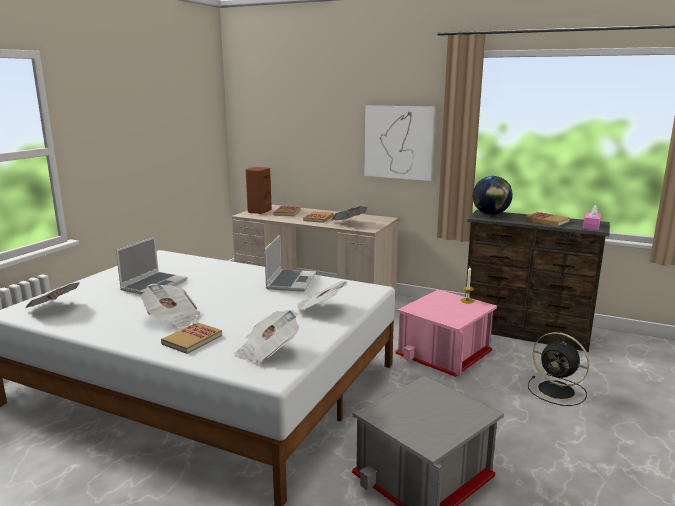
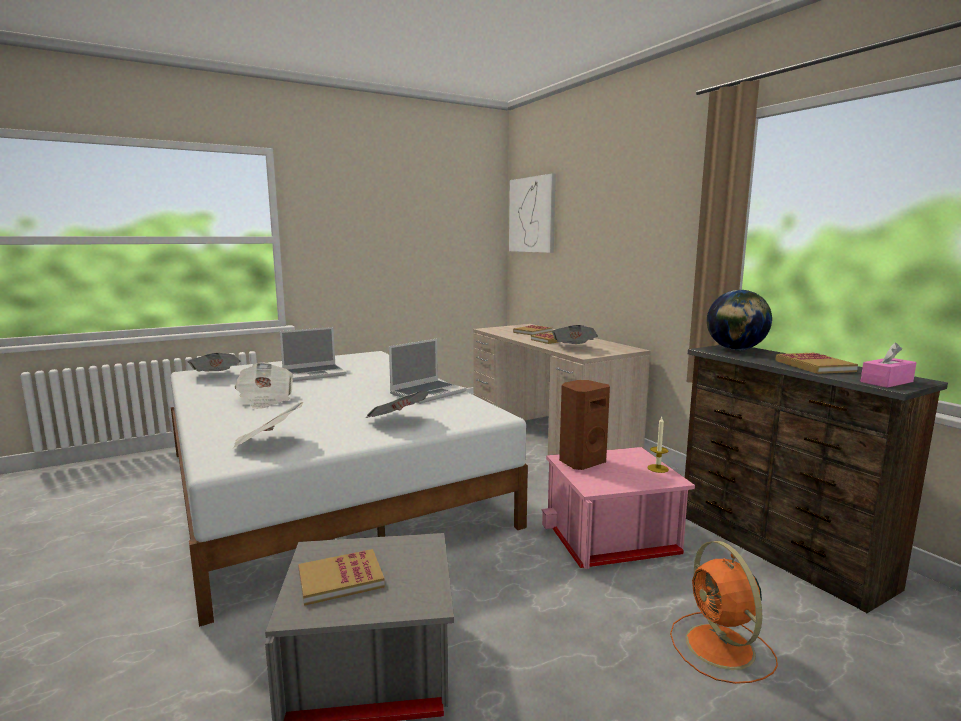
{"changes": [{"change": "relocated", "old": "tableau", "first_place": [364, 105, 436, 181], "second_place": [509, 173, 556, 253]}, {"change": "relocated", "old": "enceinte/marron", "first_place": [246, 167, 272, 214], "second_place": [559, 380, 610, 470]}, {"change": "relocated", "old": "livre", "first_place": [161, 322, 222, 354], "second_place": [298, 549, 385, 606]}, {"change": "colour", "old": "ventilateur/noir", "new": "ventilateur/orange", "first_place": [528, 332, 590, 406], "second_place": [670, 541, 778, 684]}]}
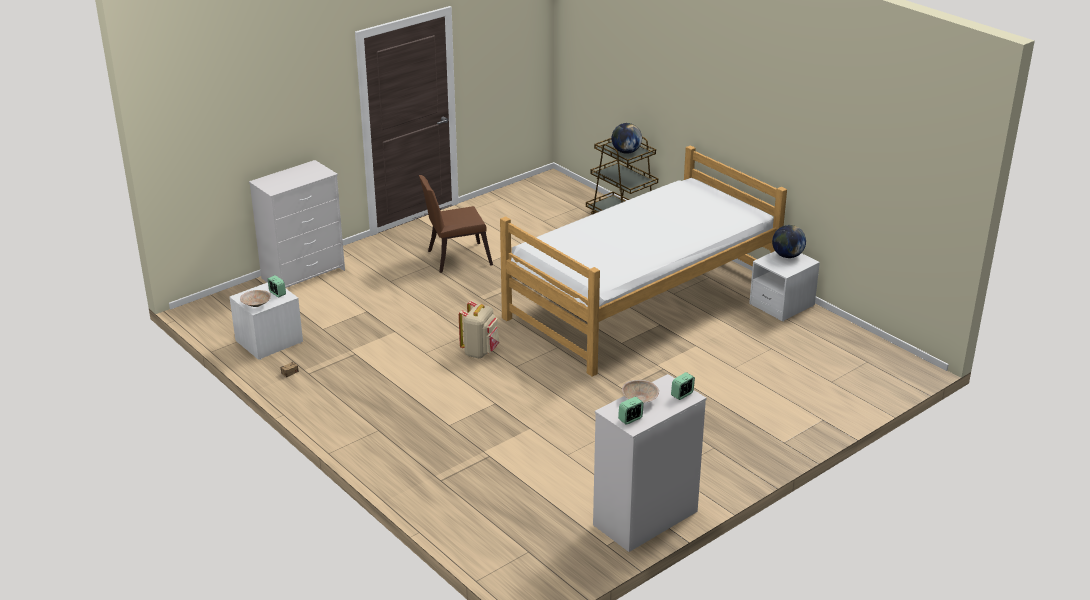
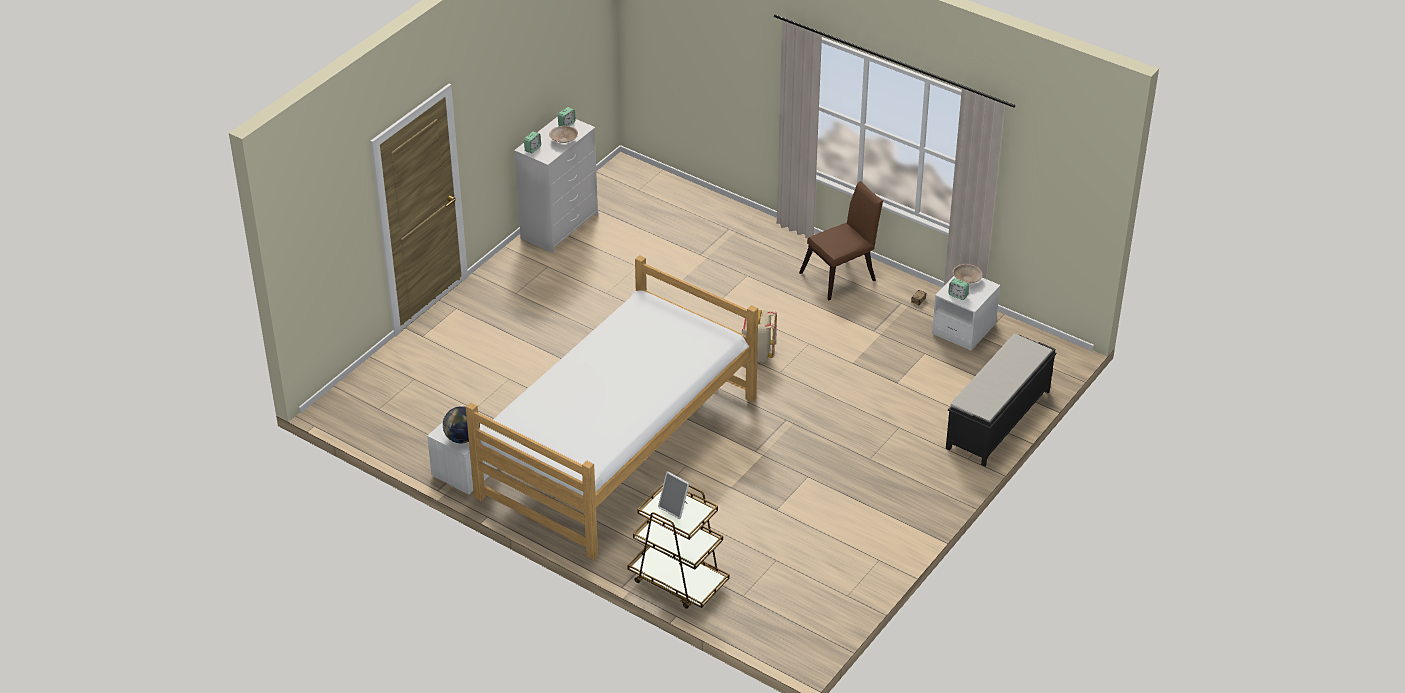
{"changes": [{"change": "exchanged", "old": "globe", "new": "cadre photo", "first_place": [612, 123, 642, 154], "second_place": [658, 471, 689, 519]}, {"change": "exchanged", "old": "commode/blanc", "new": "banc/noir", "first_place": [249, 160, 345, 288], "second_place": [946, 334, 1056, 467]}, {"change": "relocated", "old": "chaise/marron", "first_place": [419, 175, 493, 273], "second_place": [799, 181, 883, 300]}]}
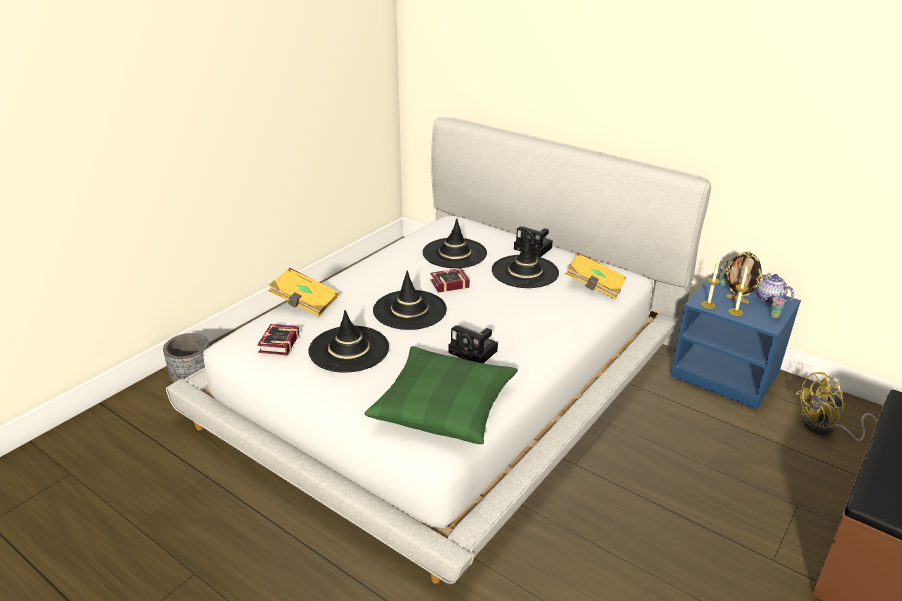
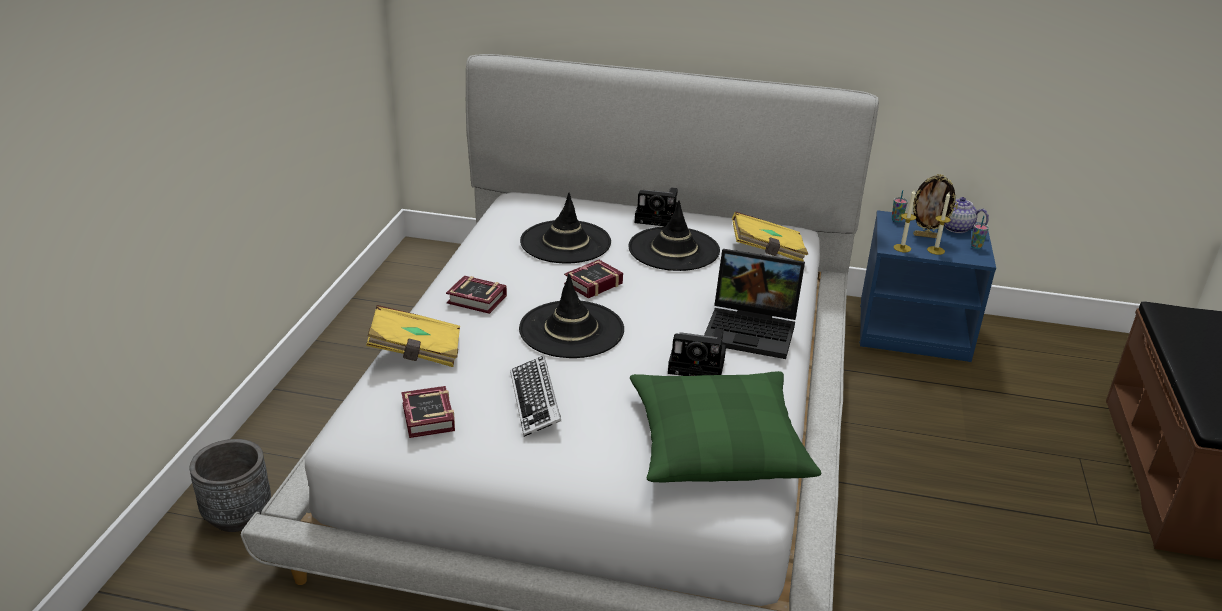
{"changes": [{"change": "exchanged", "old": "chapeau/noir", "new": "clavier", "first_place": [309, 310, 389, 373], "second_place": [510, 356, 561, 437]}, {"change": "missing", "old": "ventilateur/jaune", "first_place": [795, 372, 878, 441]}, {"change": "appeared", "new": "ordinateur portable", "second_place": [704, 249, 805, 359]}, {"change": "appeared", "new": "livre", "second_place": [446, 276, 507, 314]}]}
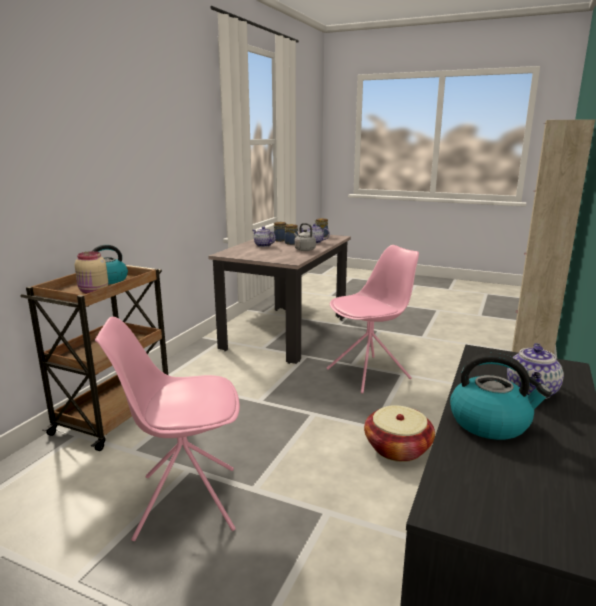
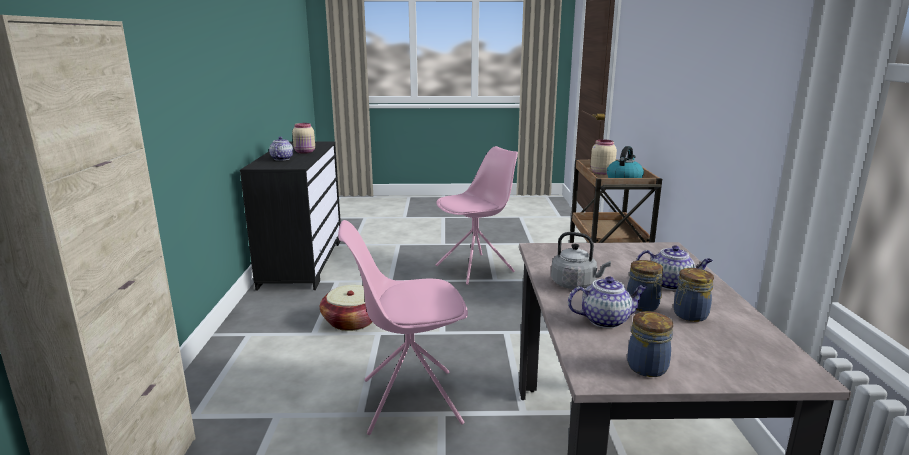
{"changes": [{"change": "spun", "old": "chaise/rose", "first_place": [327, 245, 419, 394], "second_place": [338, 220, 468, 435], "degrees": 45}, {"change": "exchanged", "old": "bouilloire", "new": "bocal/beige", "first_place": [450, 353, 551, 440], "second_place": [292, 123, 315, 154]}]}
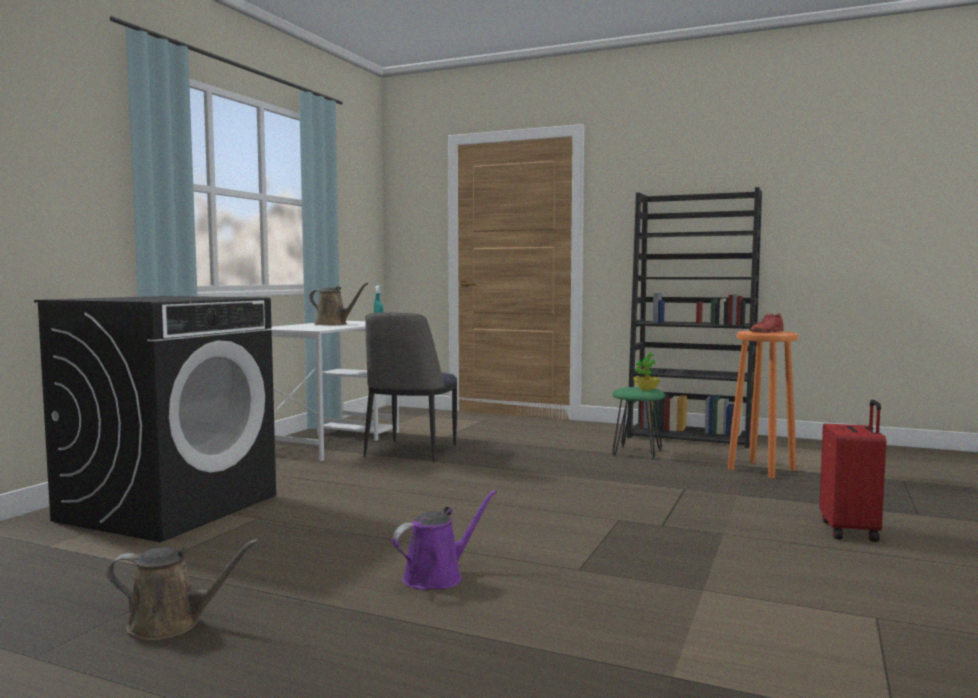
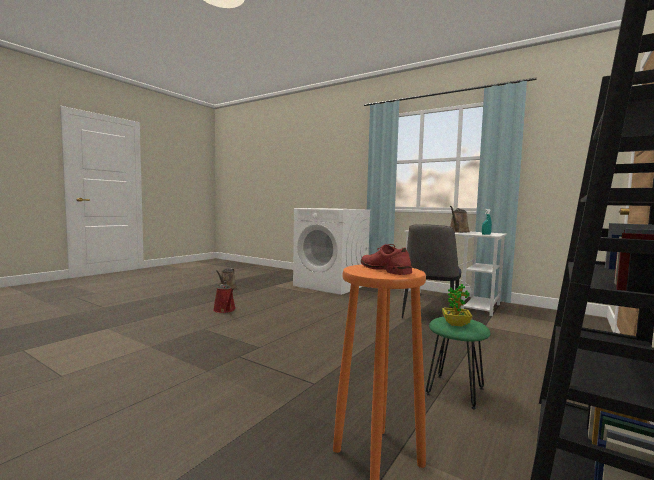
{"changes": [{"change": "colour", "old": "lave-linge/noir", "new": "lave-linge/blanc", "first_place": [34, 296, 276, 542], "second_place": [293, 208, 370, 295]}, {"change": "spun", "old": "chaise", "first_place": [364, 312, 457, 462], "second_place": [402, 224, 462, 318], "degrees": -90}, {"change": "missing", "old": "valise/rouge", "first_place": [819, 400, 886, 542]}, {"change": "colour", "old": "arrosoir/violet", "new": "arrosoir/rouge", "first_place": [393, 490, 497, 590], "second_place": [213, 284, 236, 313]}]}
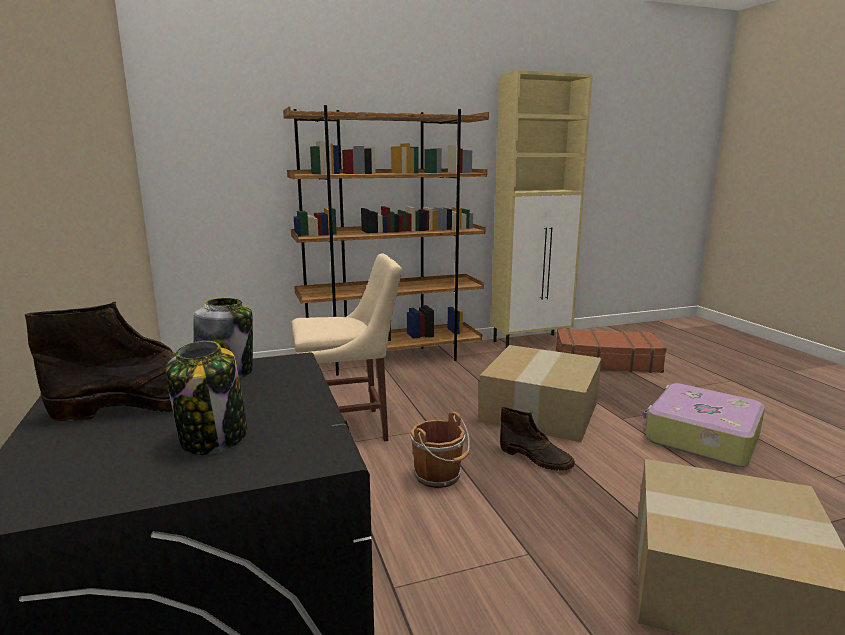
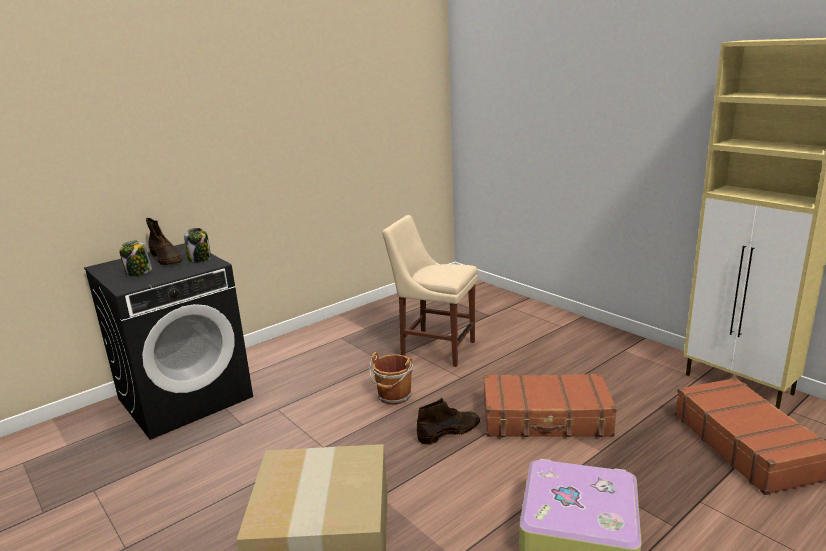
{"changes": [{"change": "missing", "old": "bibliothèque/marron", "first_place": [283, 105, 489, 376]}, {"change": "spun", "old": "chaise/beige", "first_place": [291, 254, 402, 442], "second_place": [382, 215, 478, 367], "degrees": 150}, {"change": "exchanged", "old": "carton", "new": "valise/marron", "first_place": [478, 345, 602, 442], "second_place": [484, 373, 617, 437]}, {"change": "spun", "old": "botte/marron", "first_place": [500, 407, 575, 471], "second_place": [417, 398, 480, 445], "degrees": -135}]}
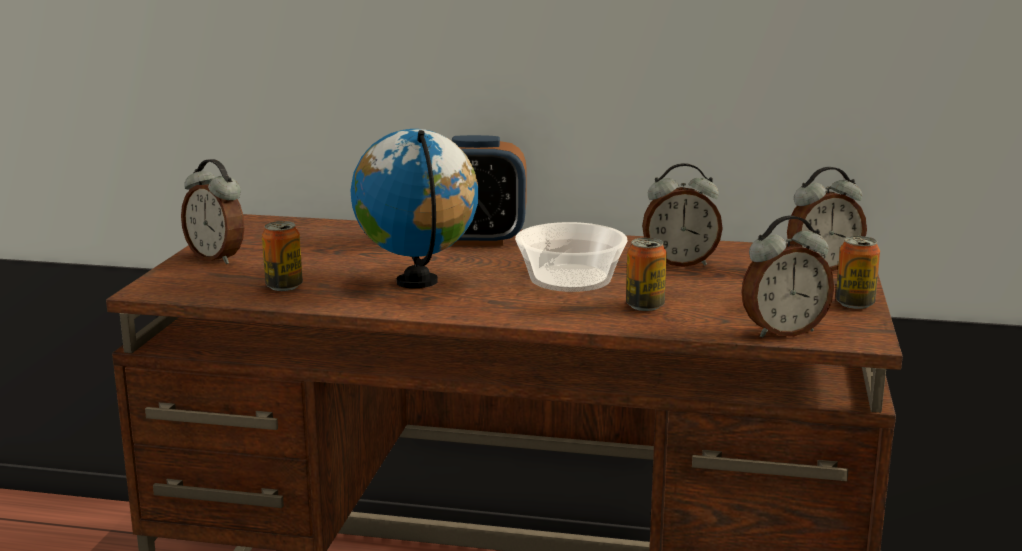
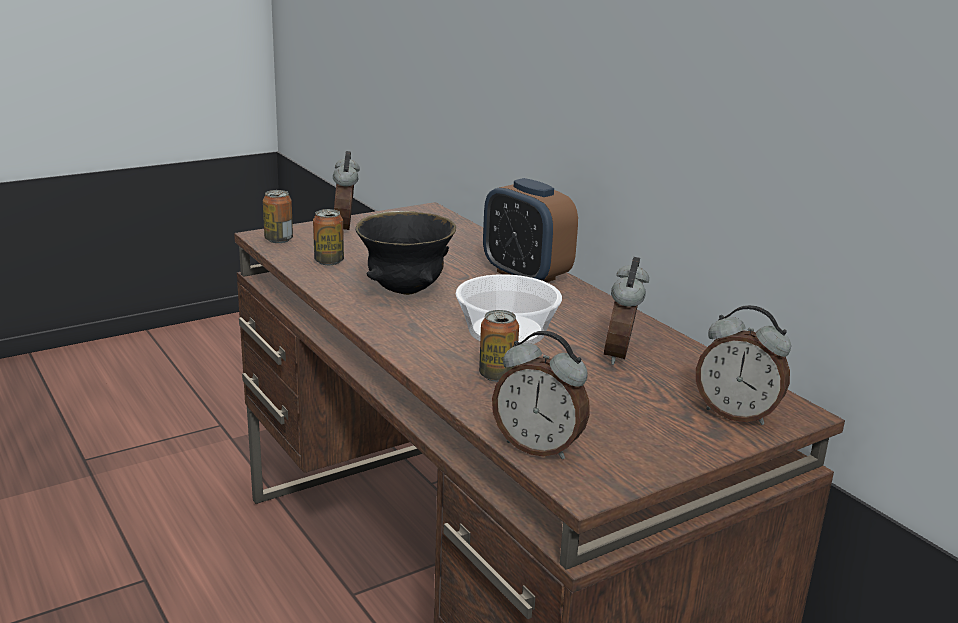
{"changes": [{"change": "exchanged", "old": "globe", "new": "bol/noir", "first_place": [351, 129, 478, 288], "second_place": [355, 211, 456, 295]}, {"change": "spun", "old": "réveil", "first_place": [642, 163, 723, 267], "second_place": [604, 257, 649, 365], "degrees": 60}, {"change": "relocated", "old": "boîte métallique", "first_place": [836, 236, 880, 309], "second_place": [263, 190, 293, 243]}]}
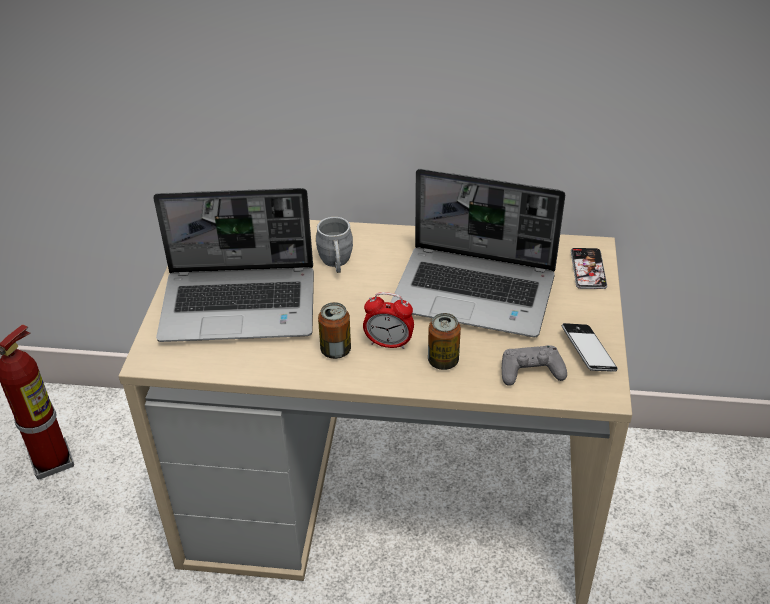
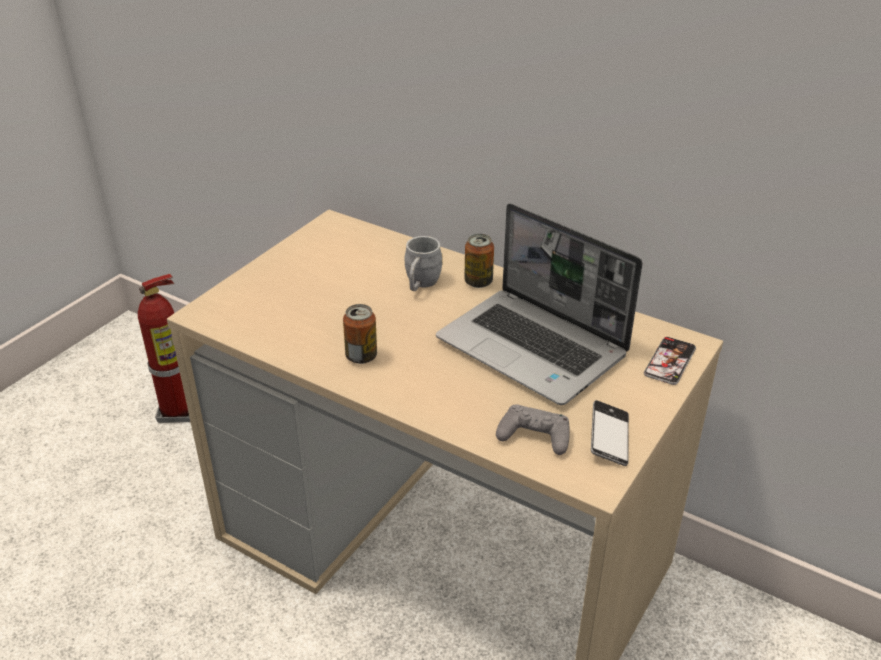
{"changes": [{"change": "missing", "old": "ordinateur portable", "first_place": [153, 188, 314, 342]}, {"change": "missing", "old": "réveil", "first_place": [363, 292, 414, 349]}, {"change": "relocated", "old": "boîte métallique", "first_place": [428, 313, 461, 370], "second_place": [464, 234, 494, 288]}]}
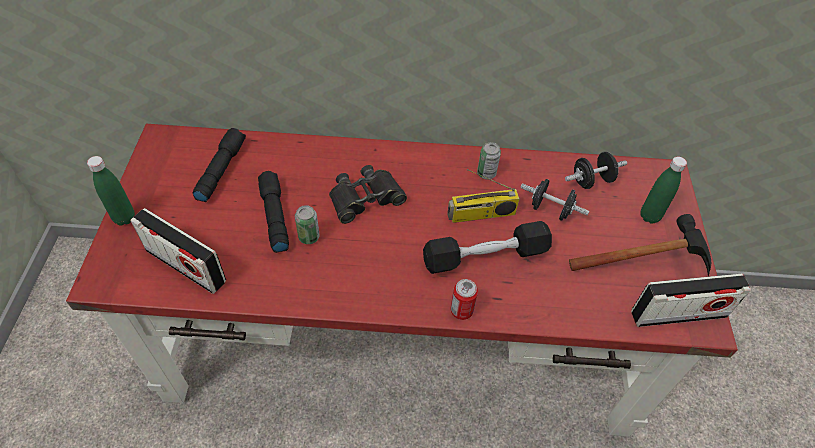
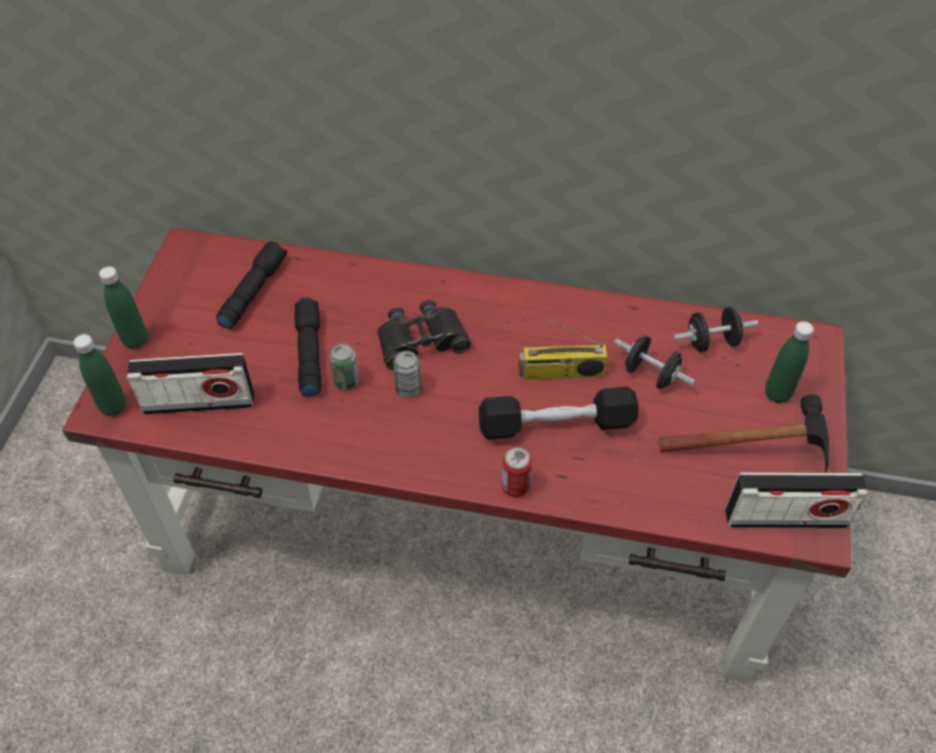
{"changes": [{"change": "relocated", "old": "boîte métallique", "first_place": [477, 142, 501, 179], "second_place": [393, 351, 421, 398]}, {"change": "spun", "old": "radio", "first_place": [130, 208, 226, 294], "second_place": [127, 353, 254, 415], "degrees": -45}, {"change": "appeared", "new": "bouteille/vert", "second_place": [73, 334, 126, 416]}]}
